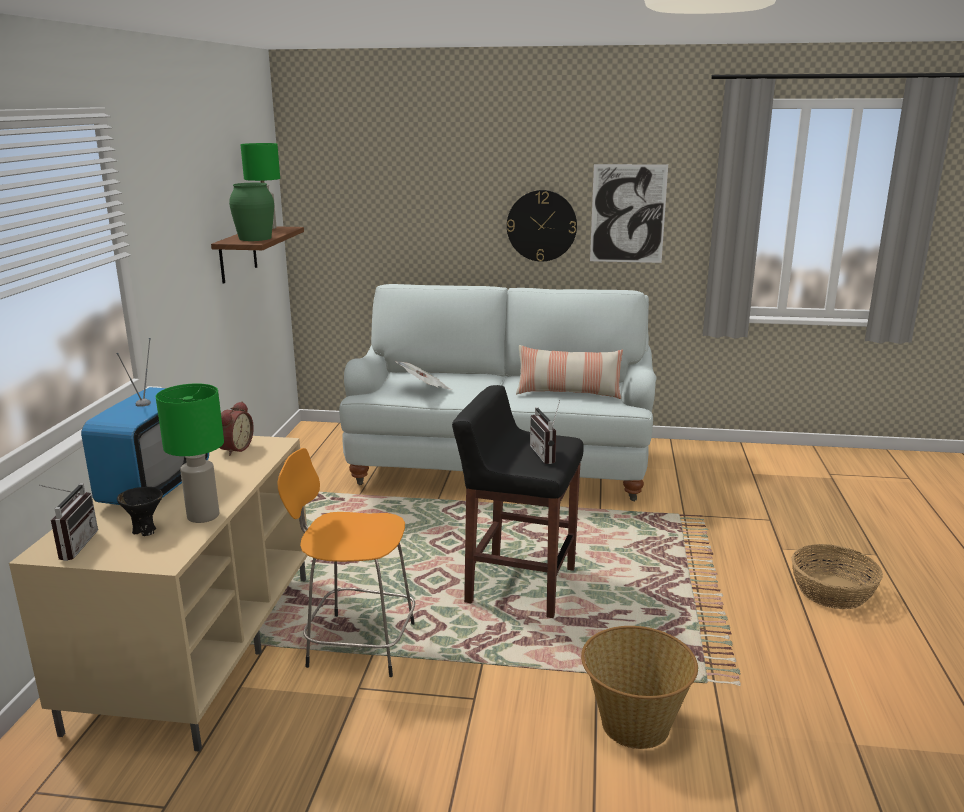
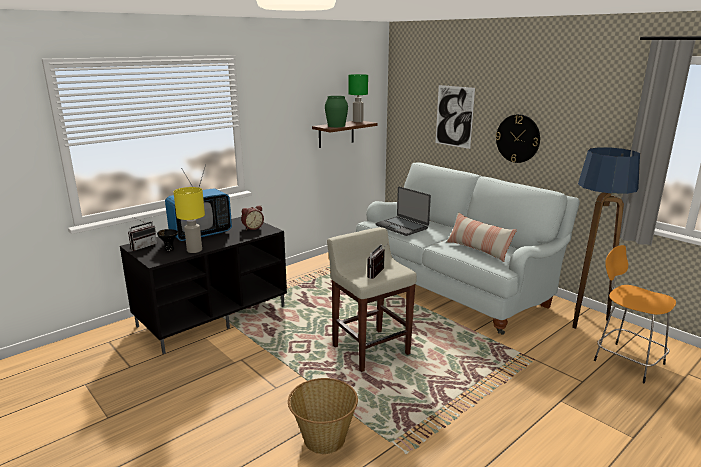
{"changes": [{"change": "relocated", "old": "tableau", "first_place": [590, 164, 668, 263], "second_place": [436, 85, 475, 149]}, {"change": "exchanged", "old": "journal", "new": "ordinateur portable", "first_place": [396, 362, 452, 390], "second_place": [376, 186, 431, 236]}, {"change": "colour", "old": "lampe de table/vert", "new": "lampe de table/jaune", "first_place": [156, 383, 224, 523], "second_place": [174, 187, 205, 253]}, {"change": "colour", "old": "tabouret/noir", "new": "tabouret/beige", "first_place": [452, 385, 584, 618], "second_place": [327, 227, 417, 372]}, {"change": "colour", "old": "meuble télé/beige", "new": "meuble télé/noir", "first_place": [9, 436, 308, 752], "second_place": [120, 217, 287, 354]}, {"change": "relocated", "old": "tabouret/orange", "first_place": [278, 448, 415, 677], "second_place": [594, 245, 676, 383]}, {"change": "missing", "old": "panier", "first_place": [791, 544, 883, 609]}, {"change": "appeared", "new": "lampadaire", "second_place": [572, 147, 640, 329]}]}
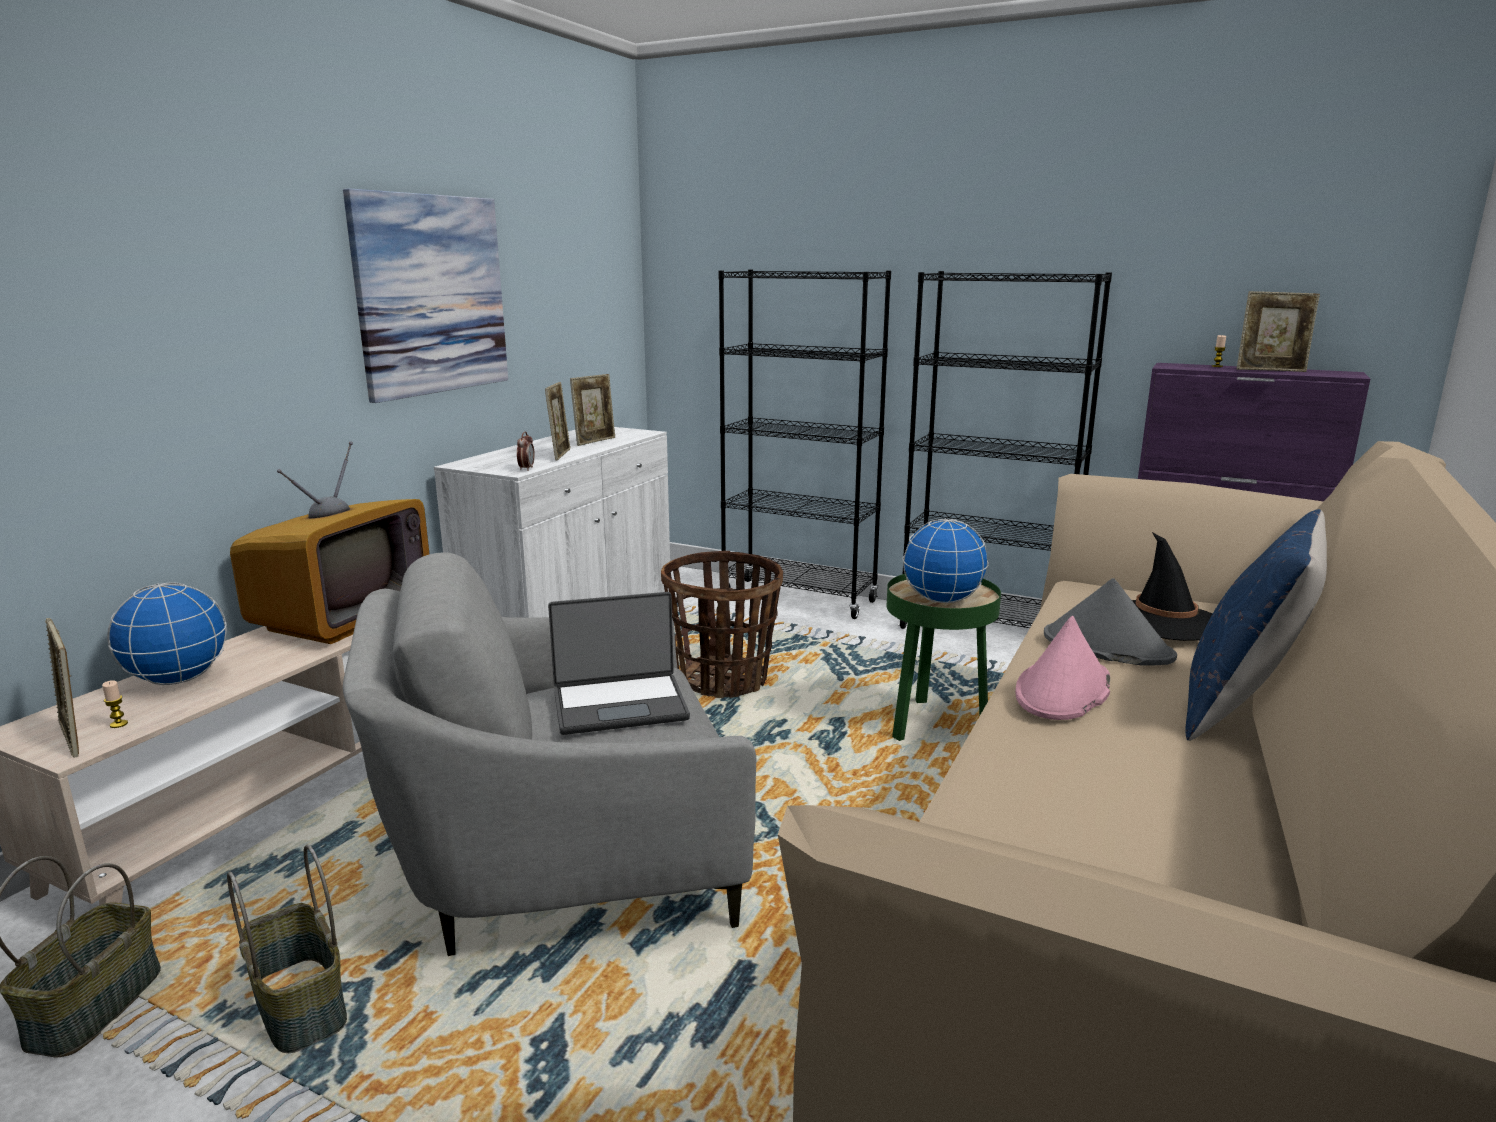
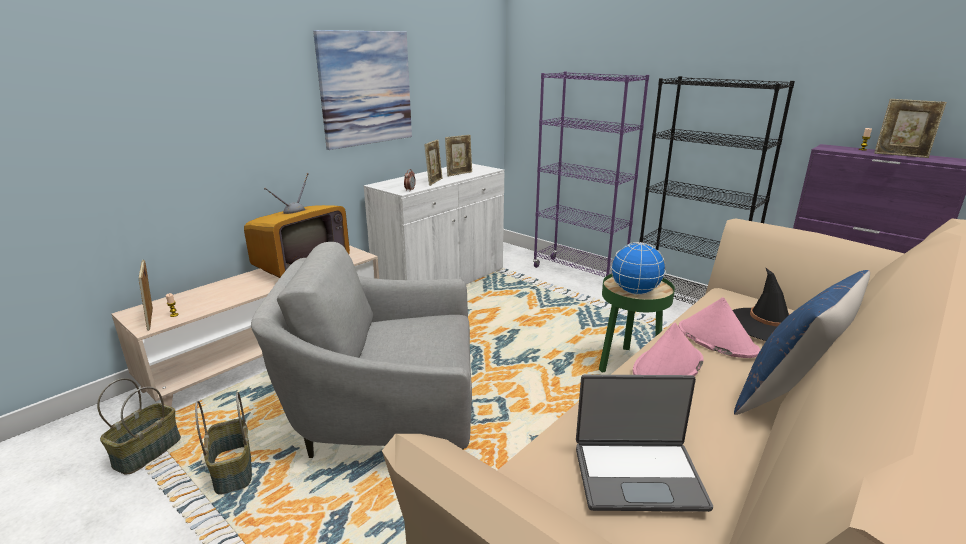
{"changes": [{"change": "colour", "old": "bibliothèque/noir", "new": "bibliothèque/violet", "first_place": [718, 269, 891, 619], "second_place": [533, 71, 649, 277]}, {"change": "missing", "old": "panier", "first_place": [661, 551, 783, 698]}, {"change": "colour", "old": "chapeau/gris", "new": "chapeau/rose", "first_place": [1044, 578, 1177, 666], "second_place": [678, 297, 760, 358]}, {"change": "missing", "old": "globe", "first_place": [107, 582, 227, 685]}, {"change": "relocated", "old": "ordinateur portable", "first_place": [548, 592, 690, 735], "second_place": [576, 375, 713, 512]}]}
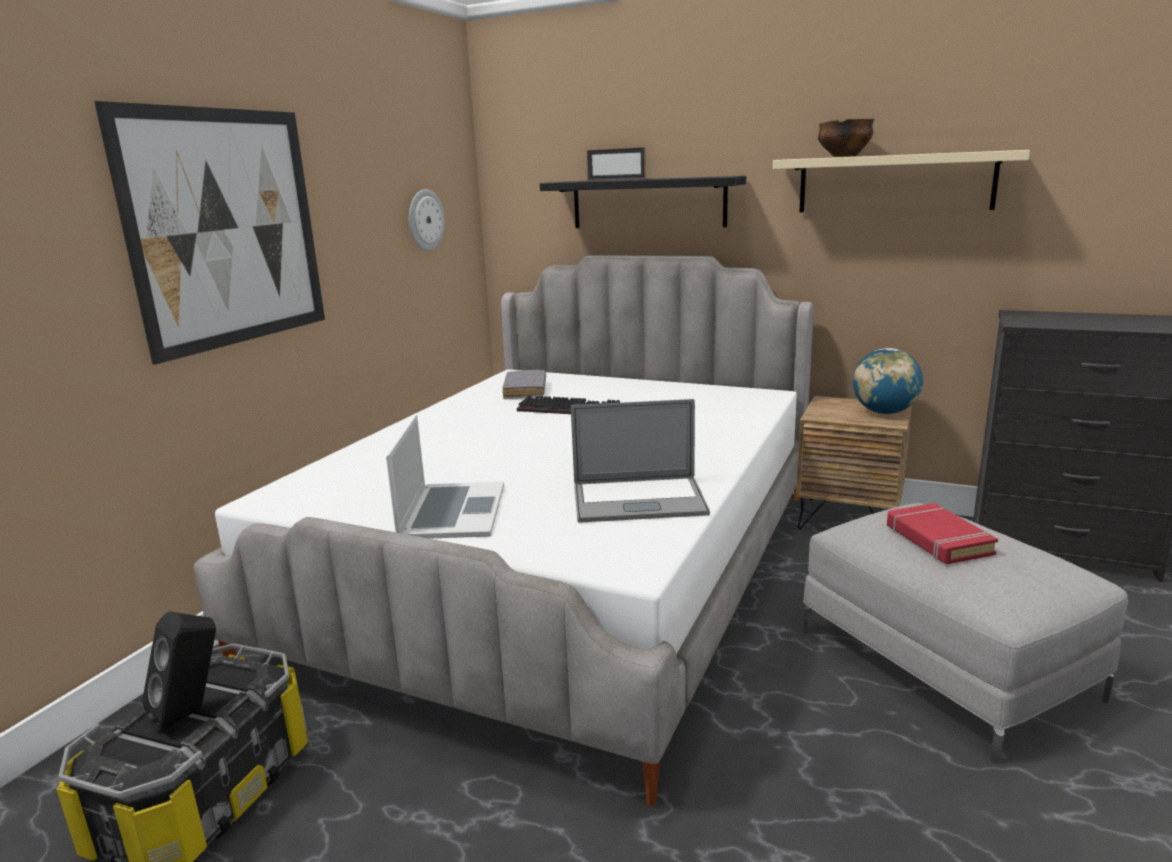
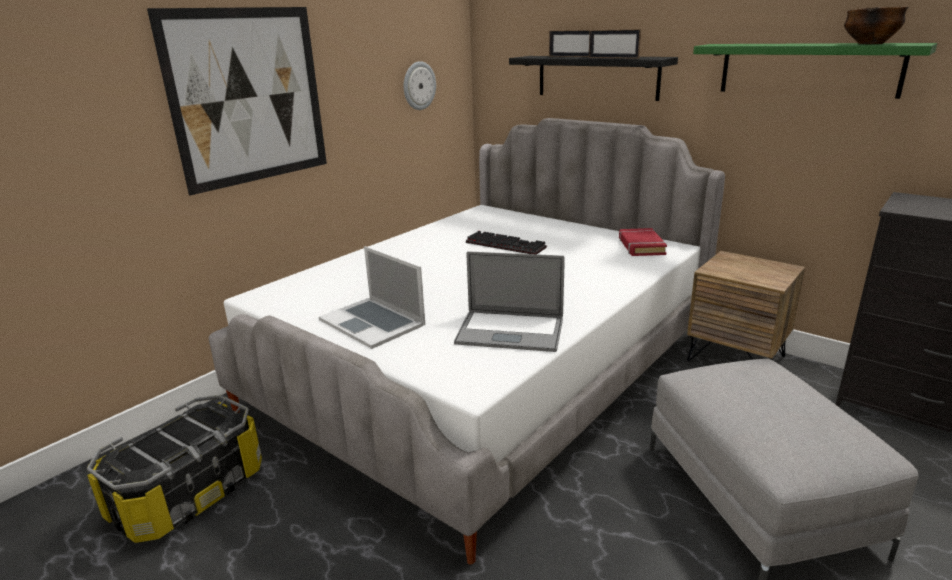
{"changes": [{"change": "relocated", "old": "bol", "first_place": [818, 118, 875, 157], "second_place": [844, 6, 908, 44]}, {"change": "colour", "old": "étagère/beige", "new": "étagère/vert", "first_place": [773, 150, 1030, 212], "second_place": [693, 43, 937, 99]}, {"change": "missing", "old": "globe", "first_place": [853, 348, 923, 414]}, {"change": "missing", "old": "livre/gris", "first_place": [502, 370, 546, 399]}, {"change": "spun", "old": "ordinateur portable", "first_place": [386, 415, 504, 539], "second_place": [319, 246, 425, 349], "degrees": 120}, {"change": "relocated", "old": "livre/rouge", "first_place": [887, 503, 998, 564], "second_place": [619, 228, 667, 256]}, {"change": "missing", "old": "enceinte/noir", "first_place": [142, 612, 216, 730]}, {"change": "appeared", "new": "cadre photo", "second_place": [589, 29, 641, 59]}]}
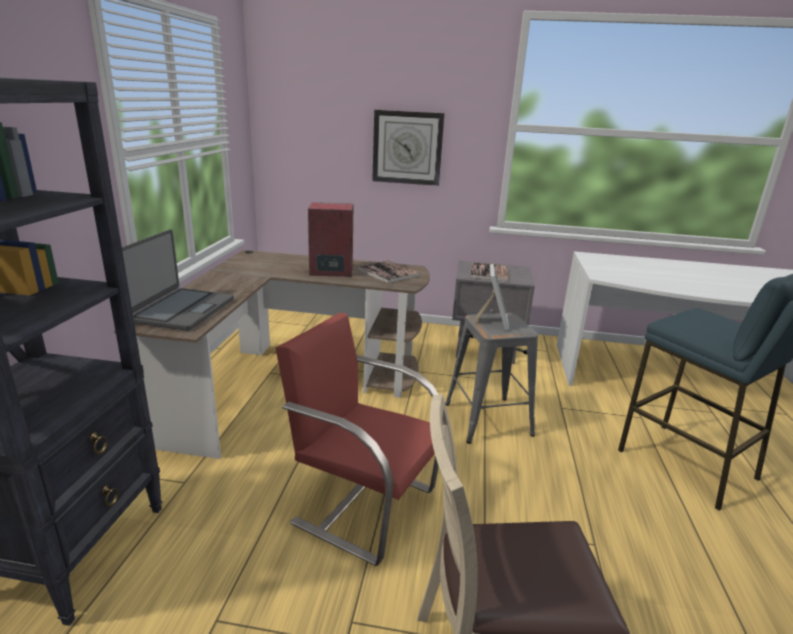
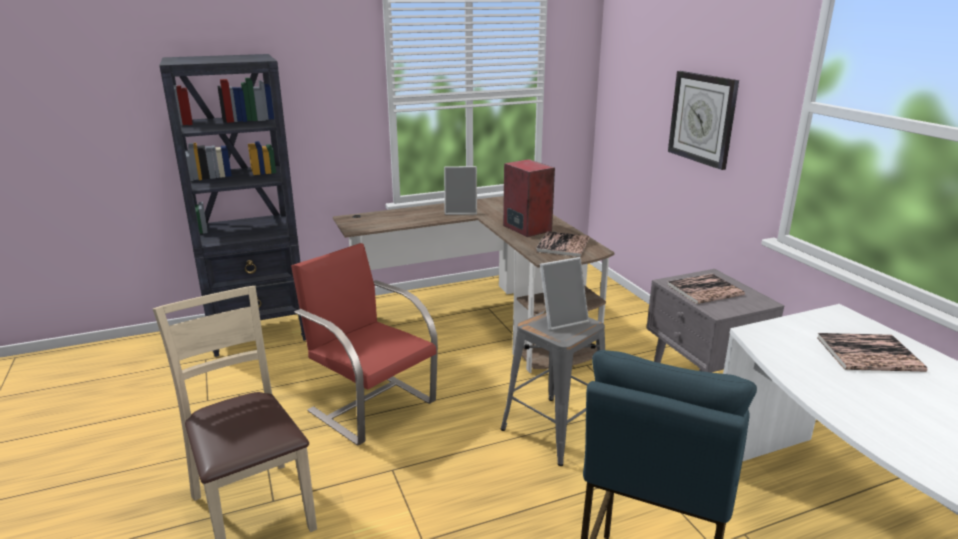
{"changes": [{"change": "missing", "old": "ordinateur portable", "first_place": [122, 229, 234, 331]}, {"change": "spun", "old": "chaise/rouge", "first_place": [275, 313, 439, 566], "second_place": [291, 243, 438, 446], "degrees": -45}, {"change": "appeared", "new": "cadre photo", "second_place": [444, 166, 477, 215]}, {"change": "appeared", "new": "livre", "second_place": [817, 333, 927, 372]}]}
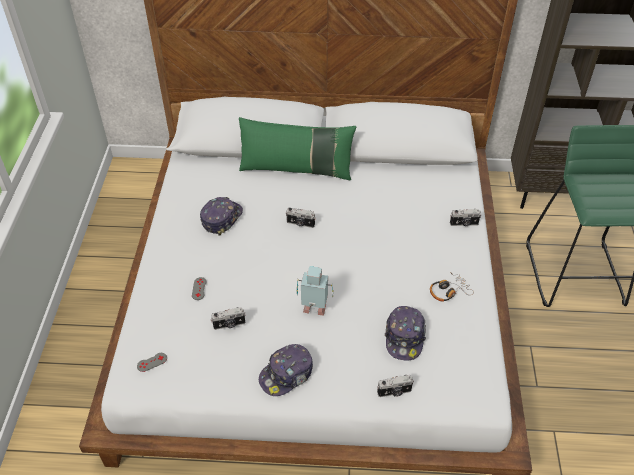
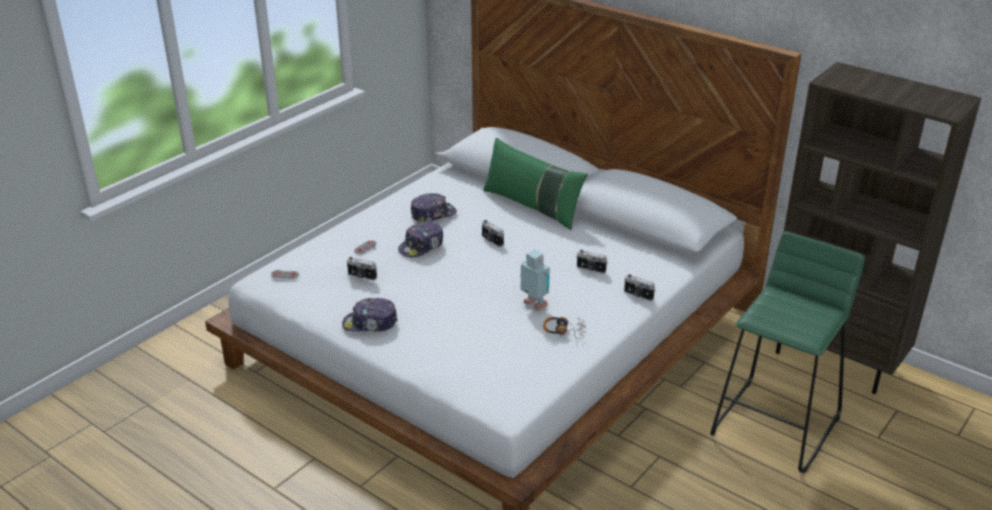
{"changes": [{"change": "relocated", "old": "robot jouet", "first_place": [296, 266, 333, 315], "second_place": [520, 249, 550, 311]}, {"change": "relocated", "old": "casquette", "first_place": [385, 306, 426, 361], "second_place": [398, 221, 443, 258]}, {"change": "relocated", "old": "appareil photo", "first_place": [377, 375, 414, 397], "second_place": [577, 250, 607, 274]}]}
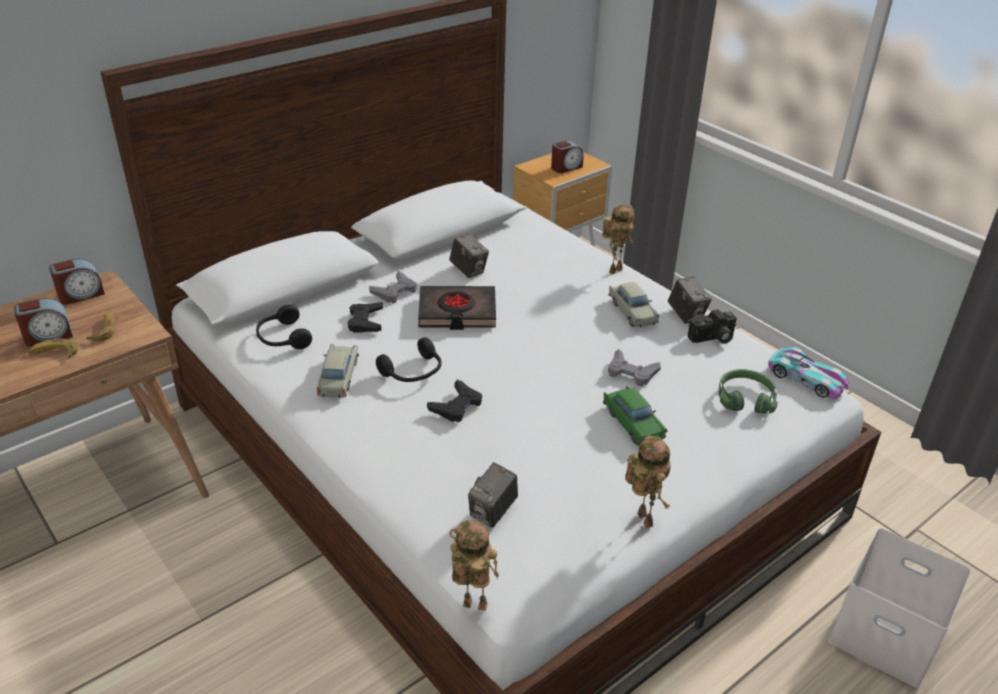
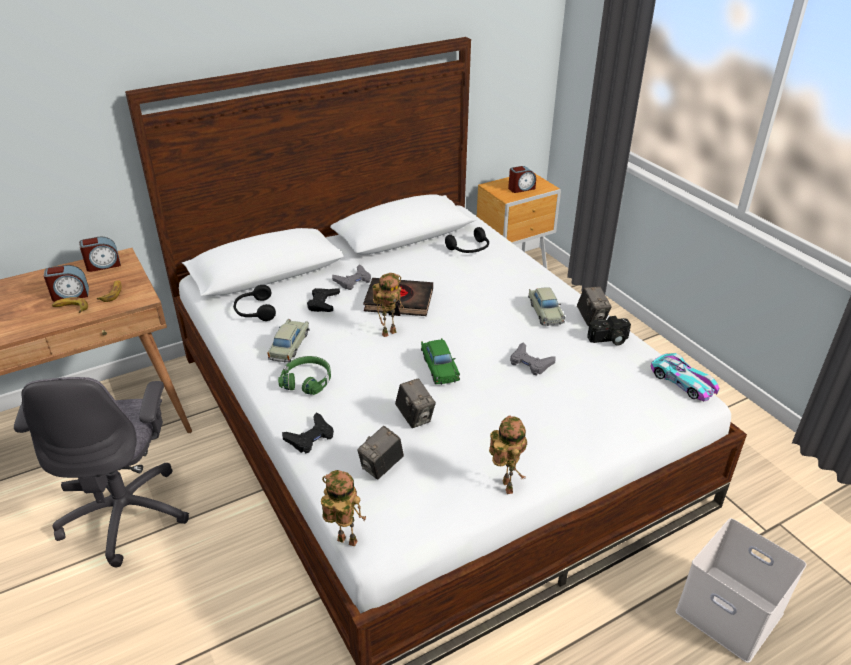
{"changes": [{"change": "relocated", "old": "robot jouet", "first_place": [602, 204, 634, 275], "second_place": [372, 273, 404, 337]}, {"change": "relocated", "old": "appareil photo", "first_place": [449, 233, 489, 278], "second_place": [395, 379, 436, 428]}, {"change": "relocated", "old": "casque audio/noir", "first_place": [376, 337, 442, 382], "second_place": [445, 227, 489, 253]}, {"change": "relocated", "old": "casque audio/vert", "first_place": [718, 369, 778, 414], "second_place": [278, 356, 331, 395]}, {"change": "relocated", "old": "manette/noir", "first_place": [427, 380, 482, 423], "second_place": [282, 413, 334, 454]}, {"change": "relocated", "old": "petite voiture/vert", "first_place": [603, 386, 667, 446], "second_place": [421, 338, 460, 385]}, {"change": "appeared", "new": "chaise de bureau/gris", "second_place": [14, 377, 189, 567]}]}
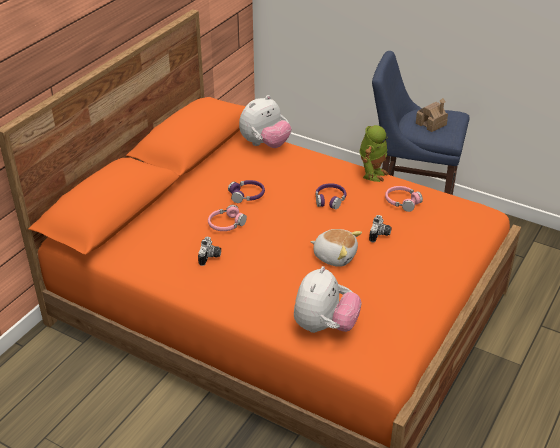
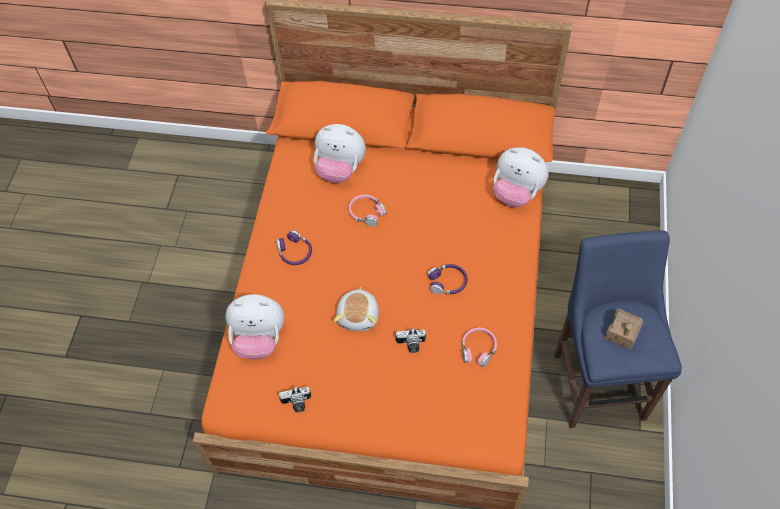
{"changes": [{"change": "missing", "old": "robot jouet", "first_place": [360, 125, 389, 182]}, {"change": "relocated", "old": "casque audio/violet", "first_place": [228, 180, 265, 203], "second_place": [276, 230, 312, 265]}, {"change": "relocated", "old": "appareil photo", "first_place": [198, 237, 221, 266], "second_place": [279, 387, 311, 412]}, {"change": "appeared", "new": "peluche", "second_place": [314, 124, 366, 183]}]}
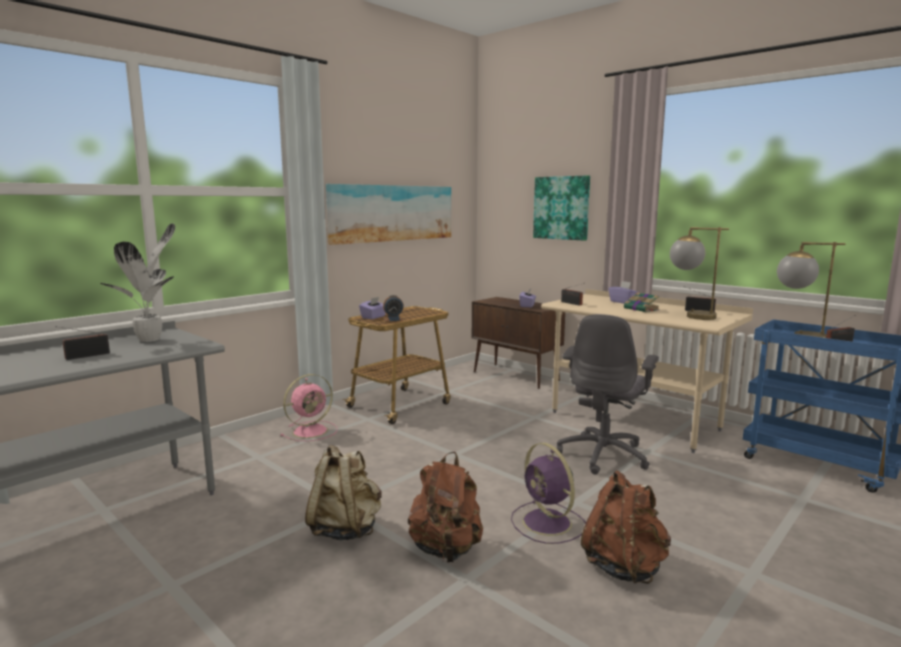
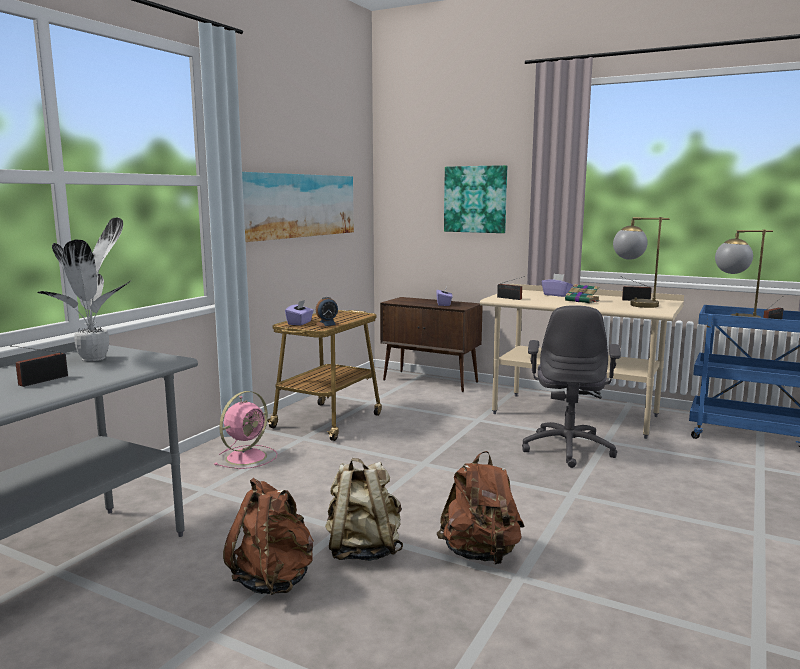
{"changes": [{"change": "missing", "old": "ventilateur/violet", "first_place": [511, 443, 586, 544]}, {"change": "relocated", "old": "sac à dos/marron", "first_place": [581, 470, 671, 584], "second_place": [223, 478, 314, 595]}]}
